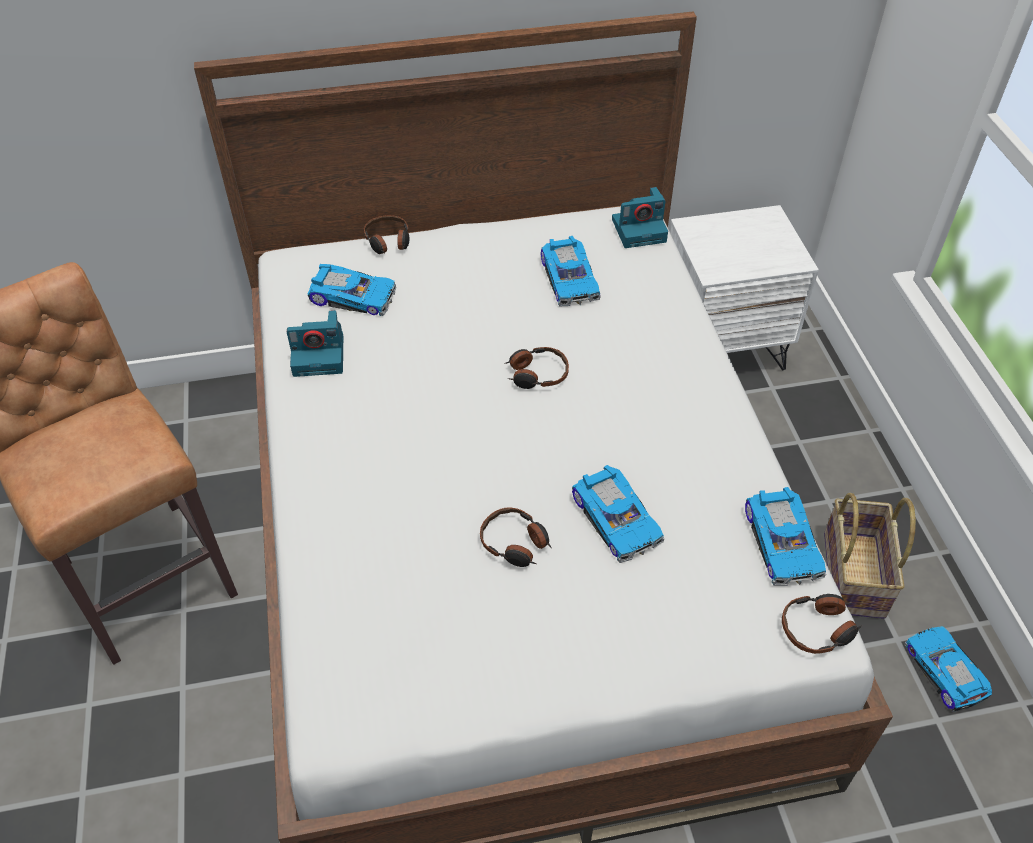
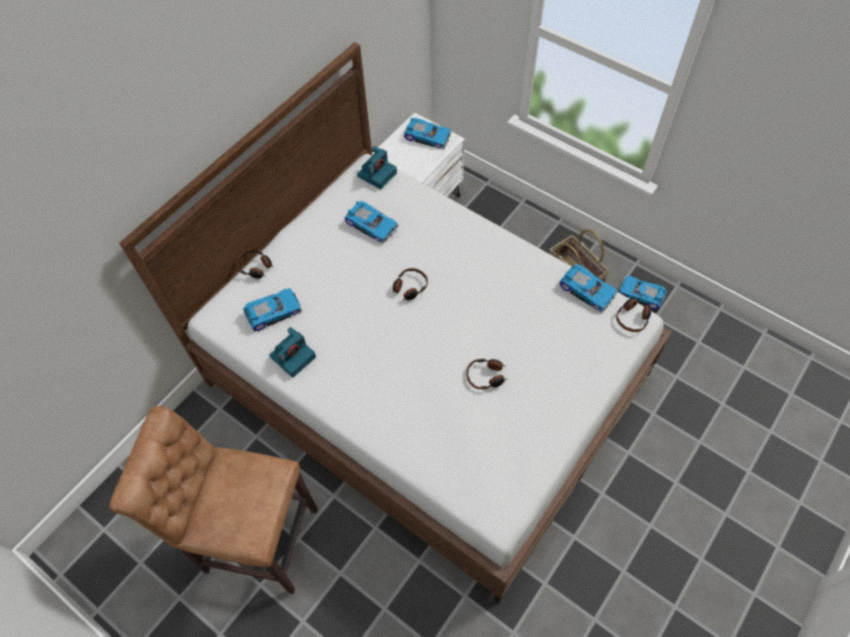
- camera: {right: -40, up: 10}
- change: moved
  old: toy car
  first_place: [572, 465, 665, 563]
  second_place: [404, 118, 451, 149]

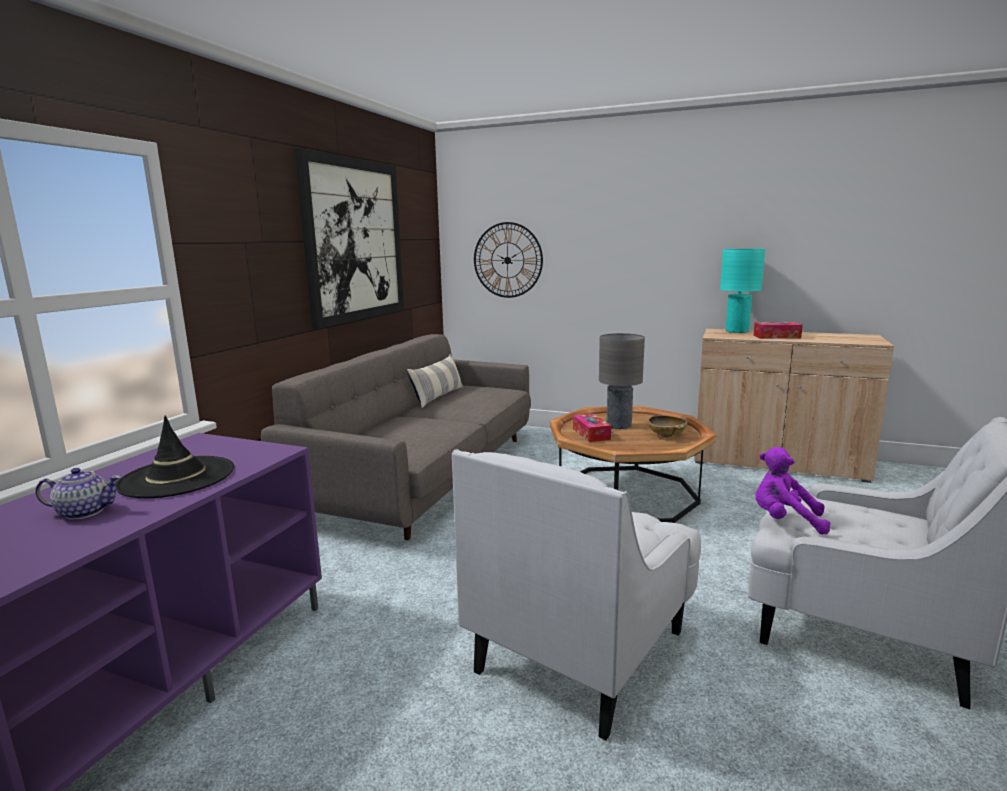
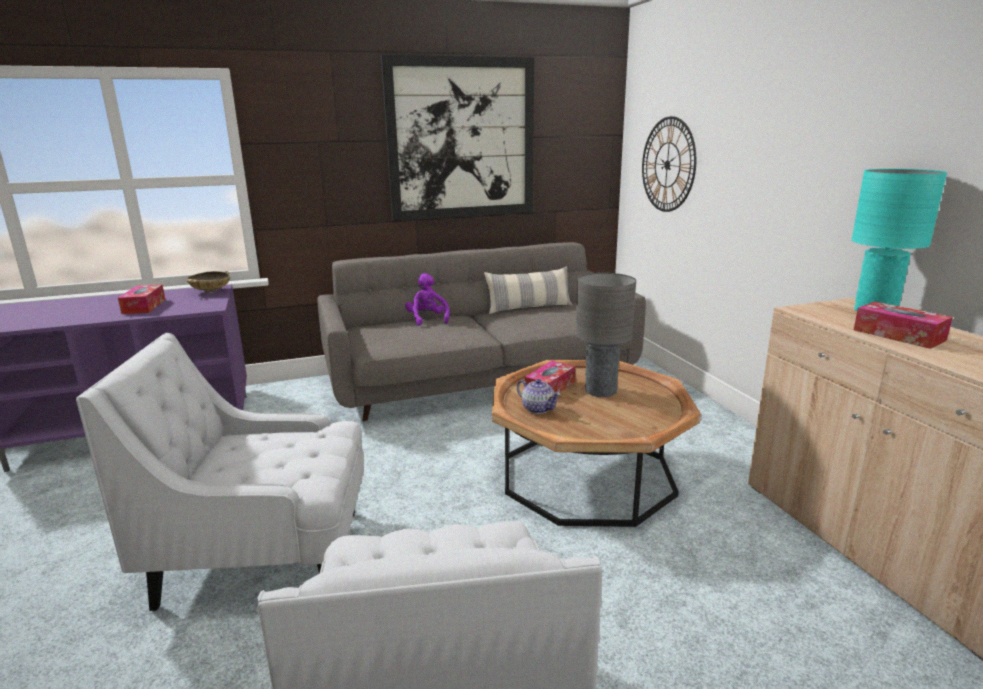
- camera: {right: 50, up: 5}
- change: replaced
  old: wearable hat in black-coloured
  new: box of tissues
  first_place: [116, 416, 234, 498]
  second_place: [118, 284, 166, 314]
- change: moved
  old: deep dish in sand-coloured
  first_place: [648, 414, 687, 437]
  second_place: [187, 271, 230, 293]
- change: moved
  old: soft toy in purple
  first_place: [756, 447, 831, 534]
  second_place: [405, 273, 449, 326]
- change: moved
  old: tea pot
  first_place: [35, 468, 121, 520]
  second_place: [517, 379, 561, 414]

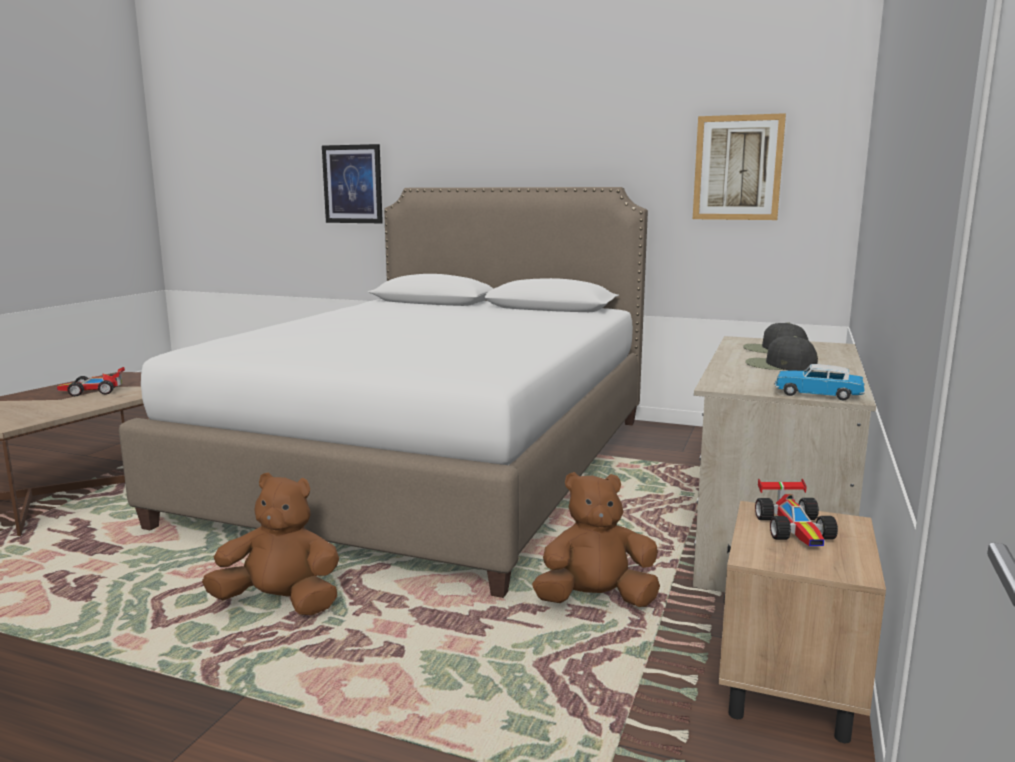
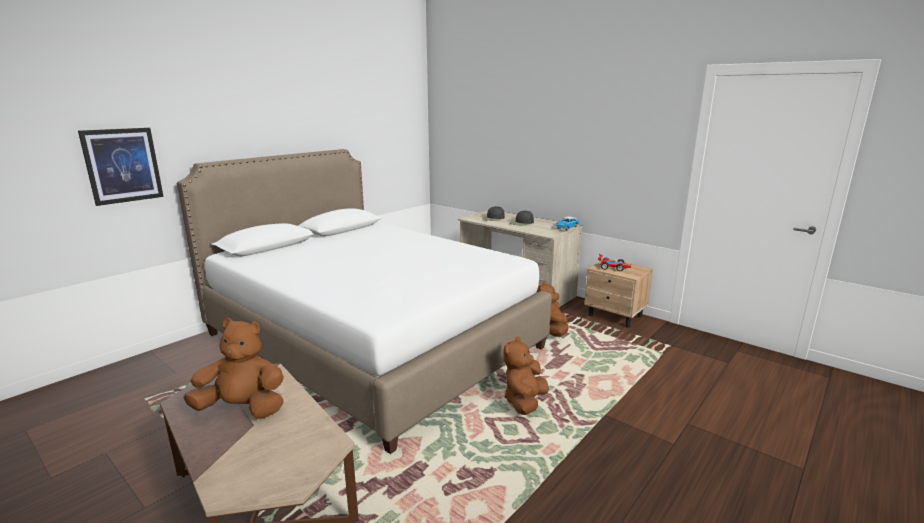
- camera: {right: -70, up: 5}
- change: replaced
  old: toy car
  new: soft toy in brownish
  first_place: [57, 367, 125, 396]
  second_place: [183, 318, 284, 418]
- change: removed
  old: picture
  first_place: [693, 113, 786, 220]

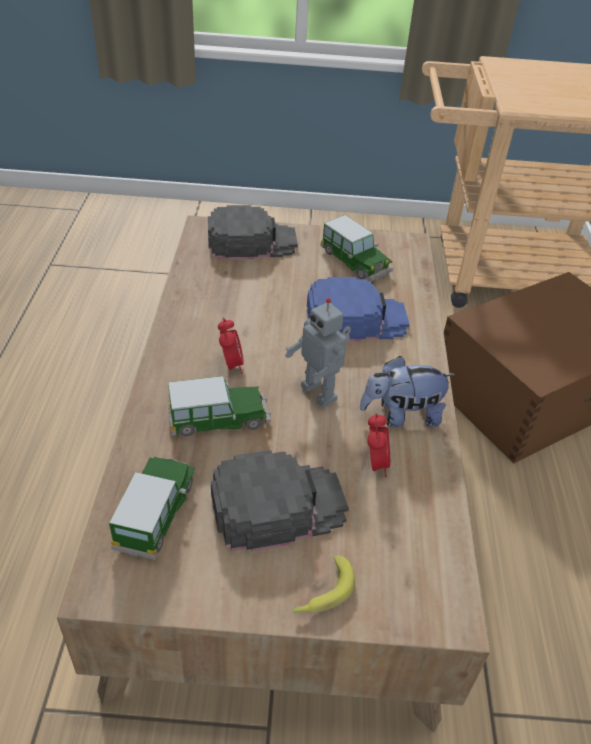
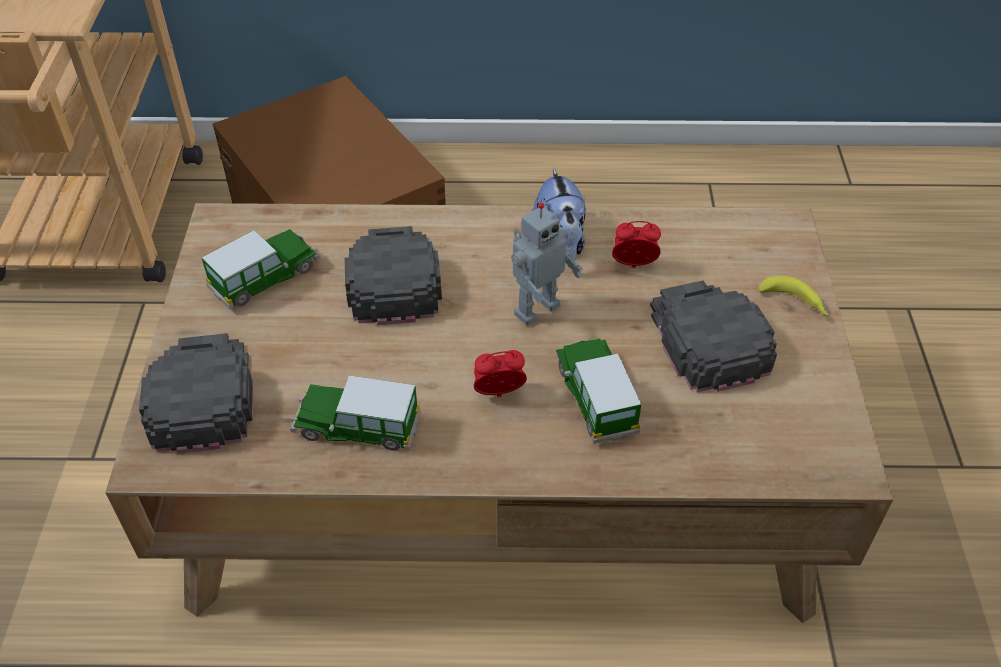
- camera: {right: -90, up: 5}
- change: moved
  old: toy car
  first_place: [109, 457, 195, 560]
  second_place: [290, 375, 421, 451]
- change: recoloured
  old: baseball cap in blue-coloured
  new: baseball cap in black-coloured
  first_place: [307, 277, 410, 342]
  second_place: [345, 226, 442, 325]

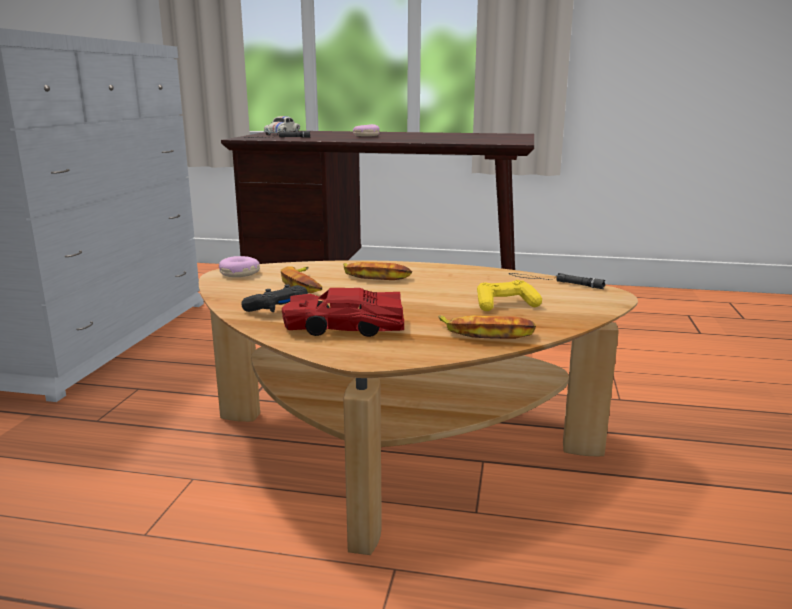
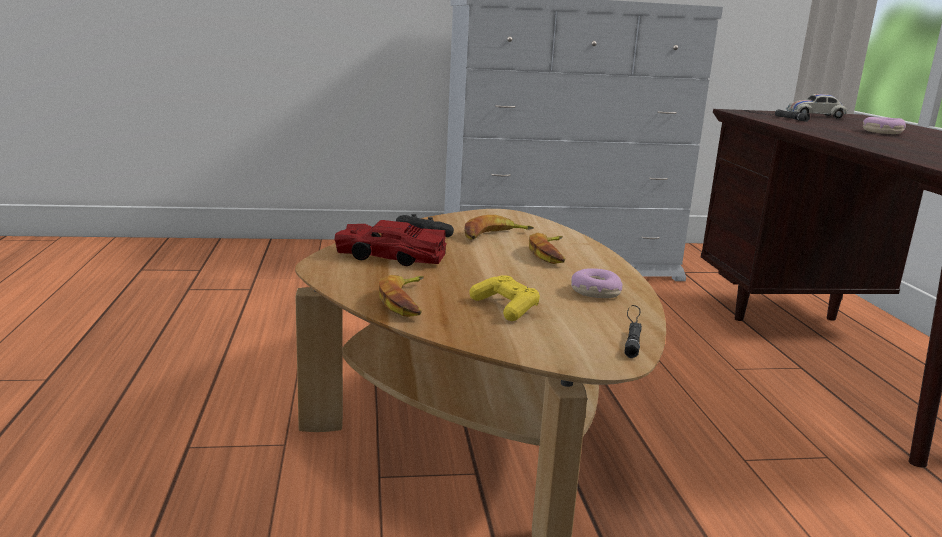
- camera: {right: 70, up: 0}
- change: turned
  old: toy car in red-coloured
  first_place: [282, 288, 404, 337]
  second_place: [335, 220, 447, 266]
  degrees: -60
- change: moved
  old: donut
  first_place: [219, 256, 260, 277]
  second_place: [571, 268, 622, 298]

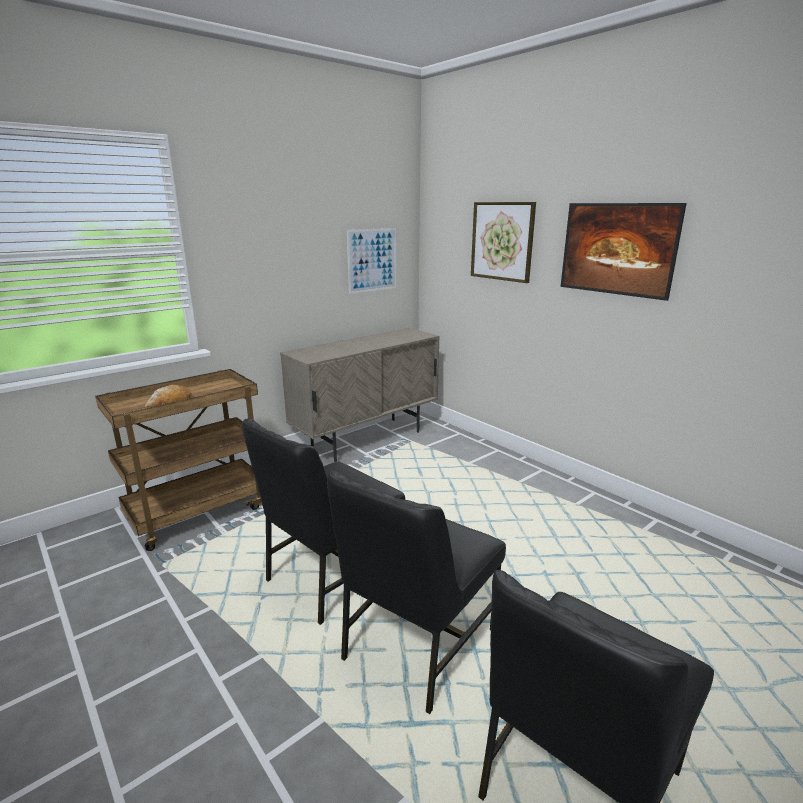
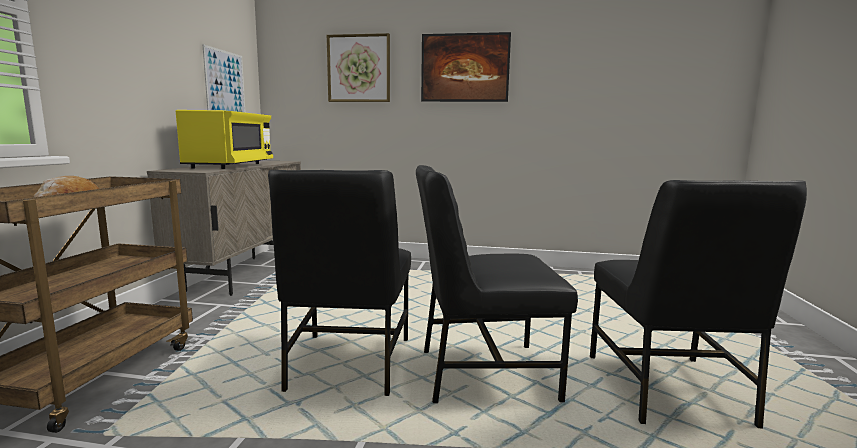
- camera: {right: -40, up: -10}
- change: added
  new: microwave oven in yellowish
  second_place: [176, 110, 273, 169]
- change: turned
  old: plain chair in black-coloured
  first_place: [327, 471, 506, 714]
  second_place: [416, 165, 578, 403]
  degrees: 90

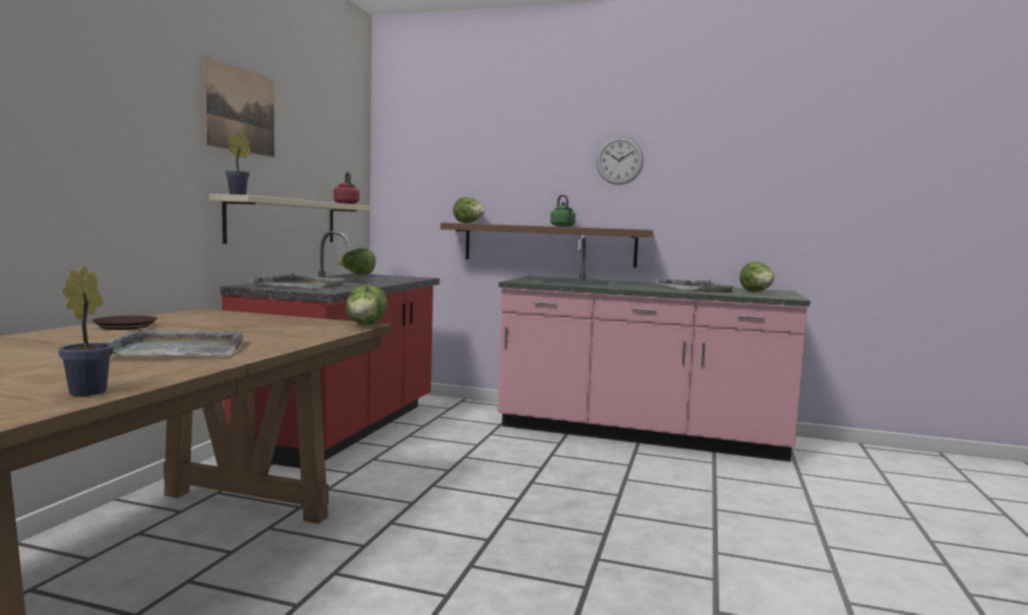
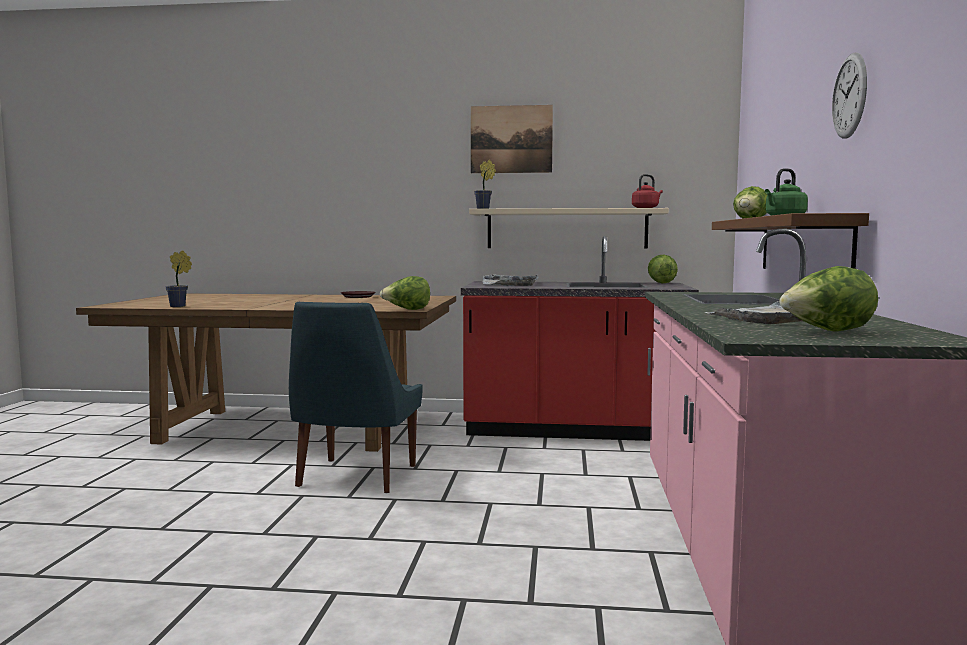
- camera: {right: 80, up: 0}
- change: added
  new: plain chair in blue-coloured
  second_place: [289, 302, 423, 493]
- change: removed
  old: tray in gray
  first_place: [103, 328, 246, 356]

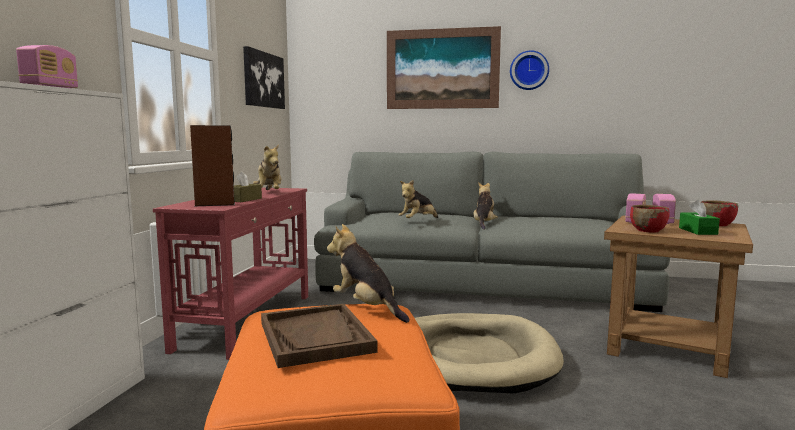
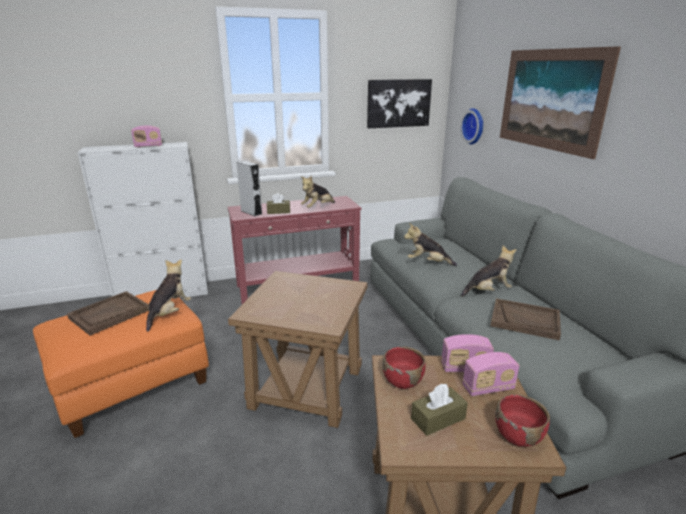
- camera: {right: 60, up: 15}
- change: replaced
  old: dog bed in sand-coloured
  new: side table in brownish
  first_place: [415, 313, 564, 393]
  second_place: [228, 271, 368, 428]
- change: recoloured
  old: loudspeaker in brownish
  new: loudspeaker in gray
  first_place: [190, 125, 235, 207]
  second_place: [236, 161, 262, 216]
- change: recoloured
  old: box of tissues in green-coloured
  new: box of tissues in brownish
  first_place: [679, 199, 720, 235]
  second_place: [411, 384, 468, 436]
- change: moved
  old: clock on the wall
  first_place: [510, 50, 549, 90]
  second_place: [460, 108, 483, 144]
- change: added
  new: tray in brownish
  second_place: [490, 298, 561, 340]

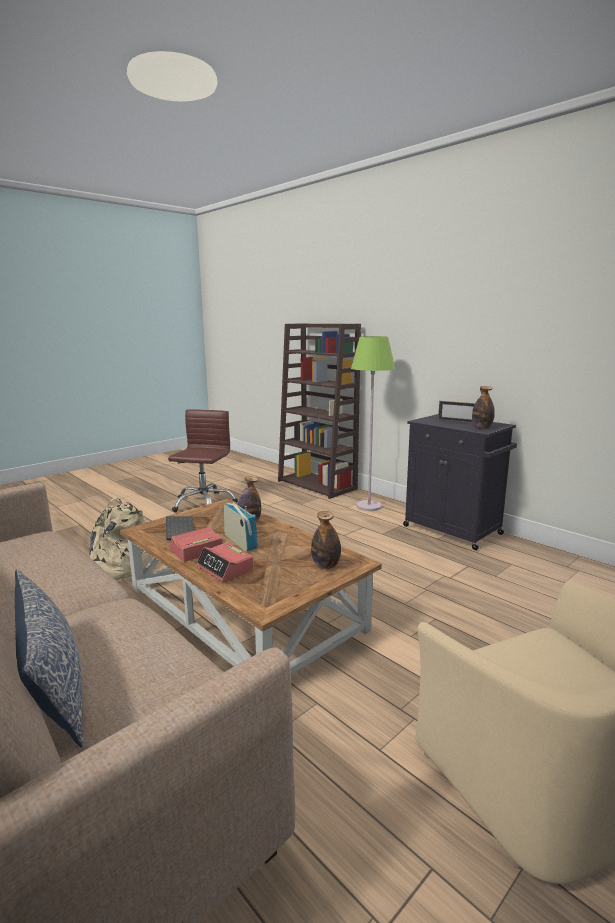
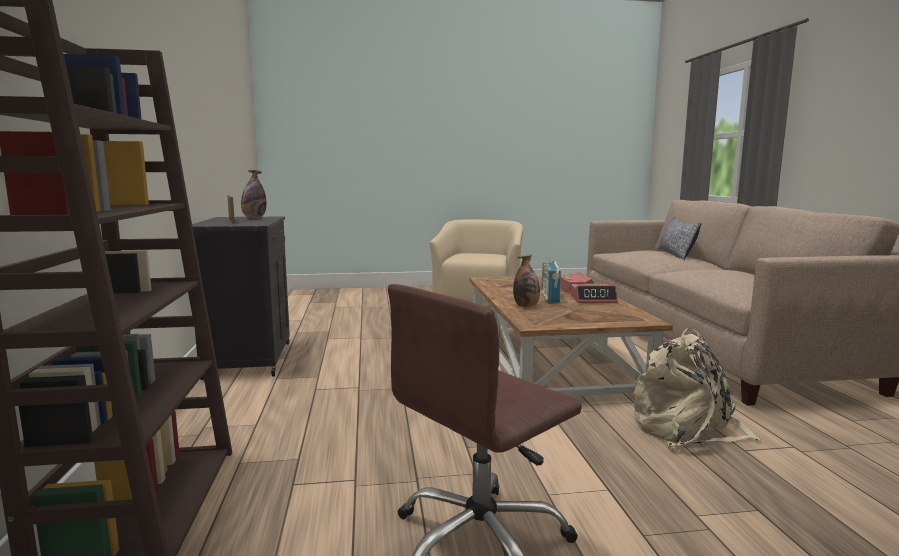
- camera: {right: -145, up: -5}
- change: removed
  old: computer keyboard
  first_place: [166, 516, 195, 540]
- change: removed
  old: bottle
  first_place: [311, 511, 341, 569]
- change: removed
  old: floor lamp in green-coloured
  first_place: [351, 336, 395, 511]

